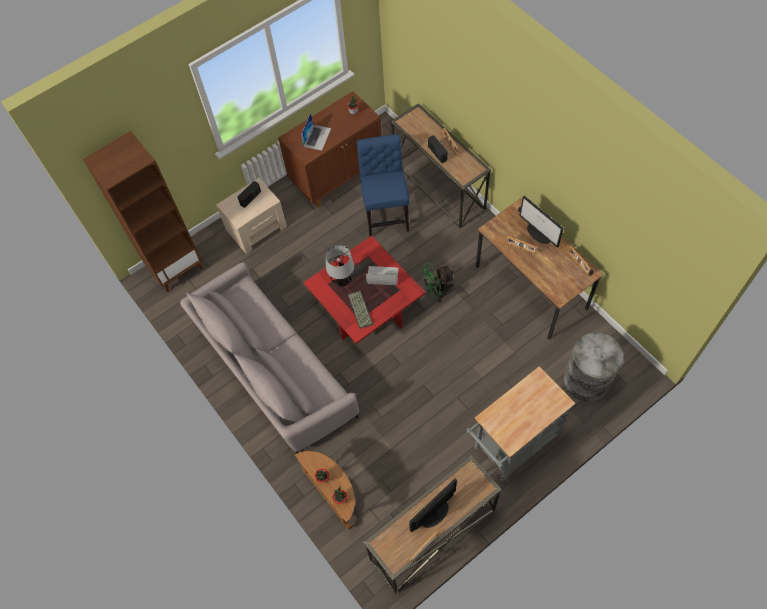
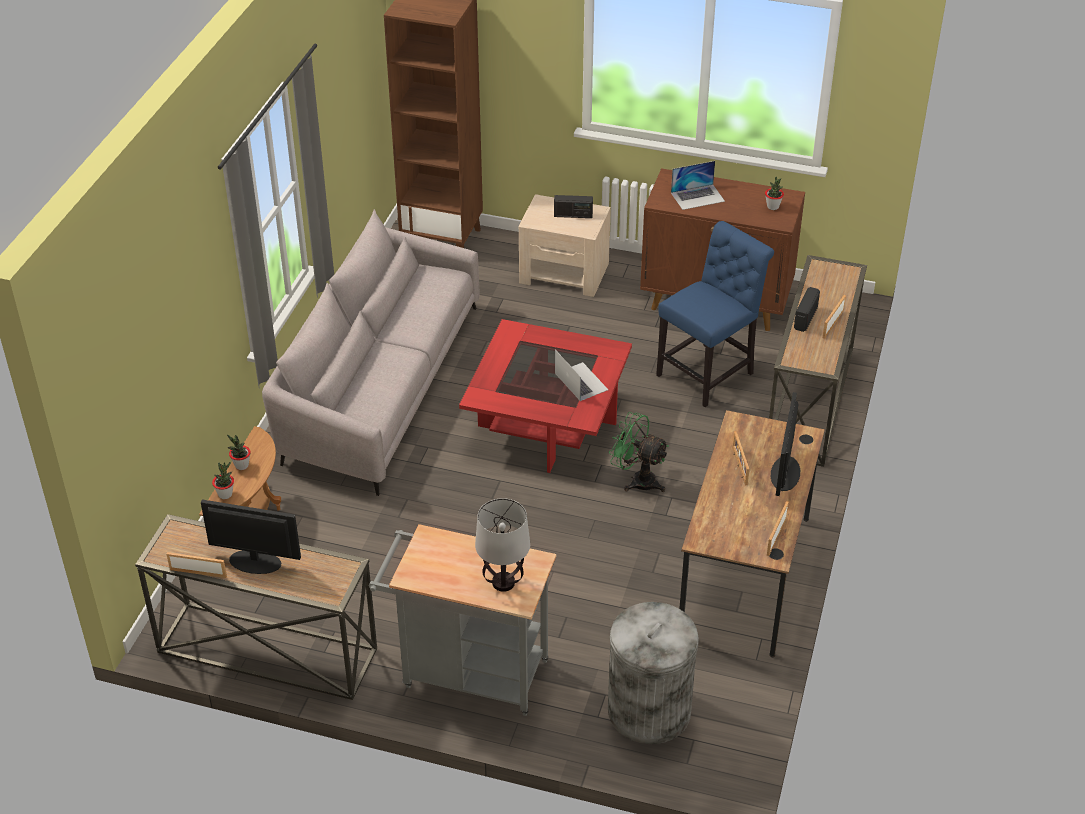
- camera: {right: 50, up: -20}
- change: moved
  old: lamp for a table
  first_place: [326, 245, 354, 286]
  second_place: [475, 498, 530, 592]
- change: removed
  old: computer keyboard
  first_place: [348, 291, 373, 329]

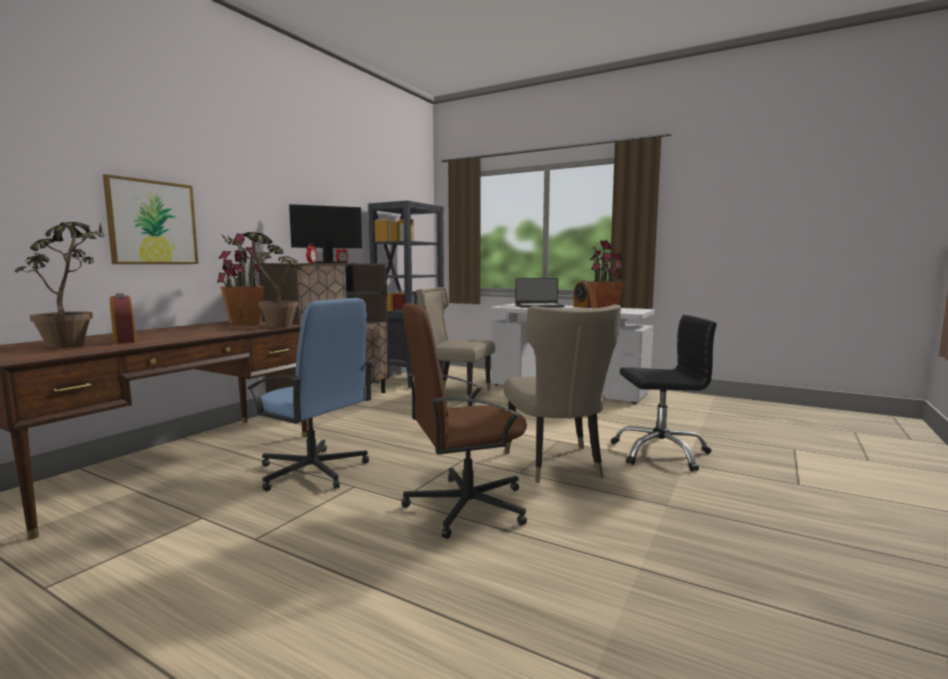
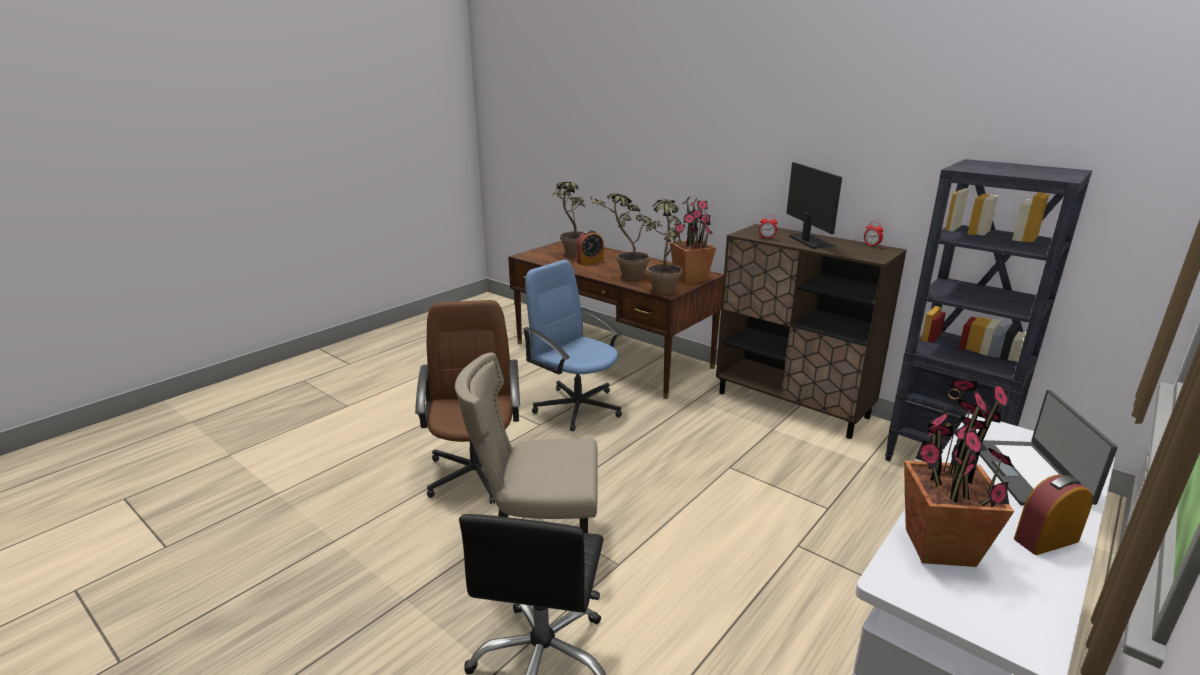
- camera: {right: 100, up: 15}
- change: turned
  old: desk chair in blue-coloured
  first_place: [247, 298, 373, 491]
  second_place: [523, 260, 622, 431]
  degrees: 90
- change: added
  new: potted plant
  second_place: [588, 193, 656, 280]
- change: removed
  old: picture
  first_place: [103, 174, 198, 264]
- change: removed
  old: plain chair in sand-coloured
  first_place: [416, 287, 495, 404]

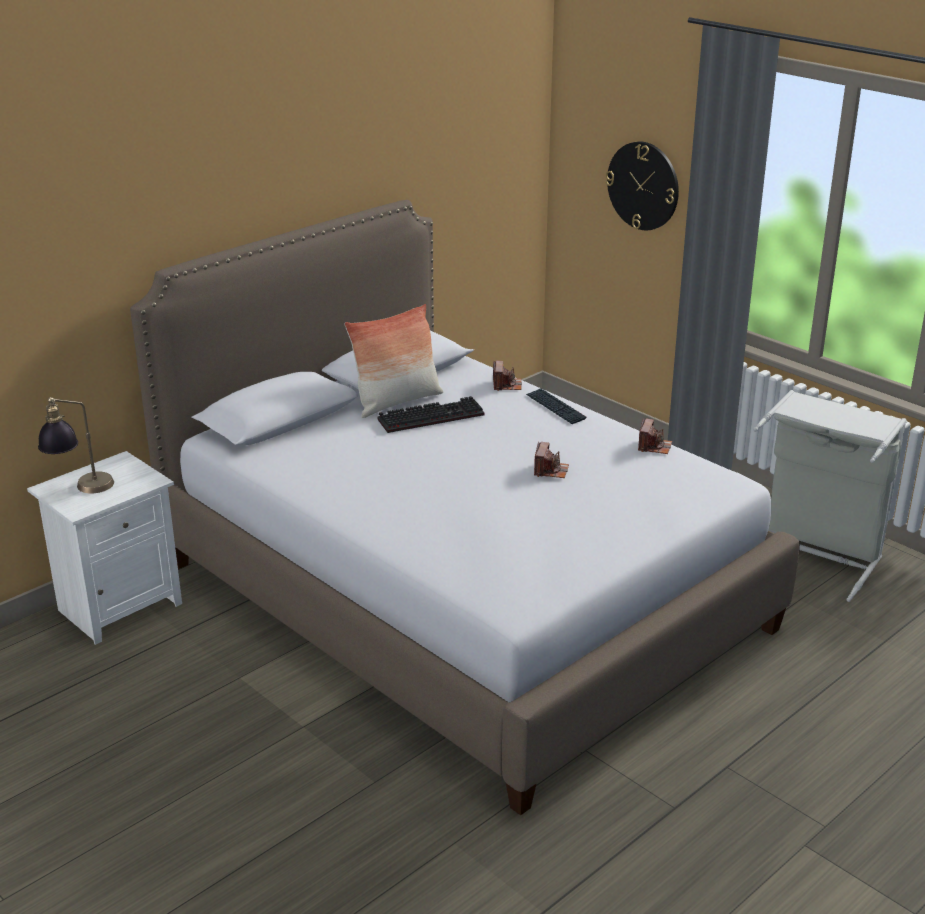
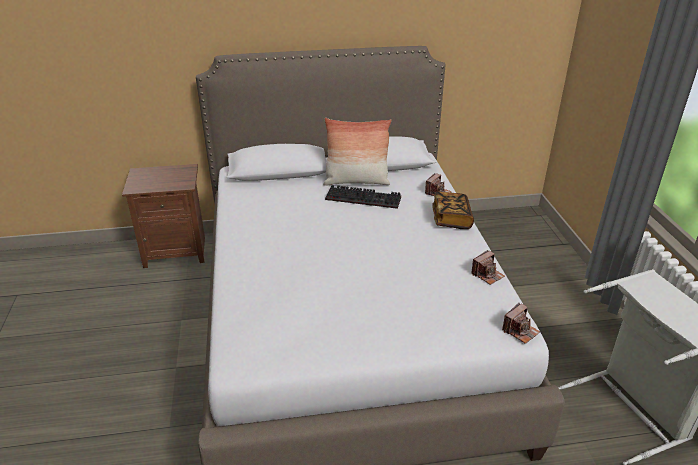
- camera: {right: 35, up: 5}
- change: recoloured
  old: bedside table in white-coloured
  new: bedside table in brownish
  first_place: [27, 451, 182, 645]
  second_place: [122, 164, 205, 268]
- change: replaced
  old: computer keyboard
  new: bound book
  first_place: [526, 389, 586, 424]
  second_place: [432, 192, 474, 229]
- change: moved
  old: still camera
  first_place: [534, 442, 569, 478]
  second_place: [502, 303, 540, 344]
- change: removed
  old: lamp for a table
  first_place: [38, 397, 114, 494]
- change: removed
  old: clock on the wall
  first_place: [606, 141, 679, 230]

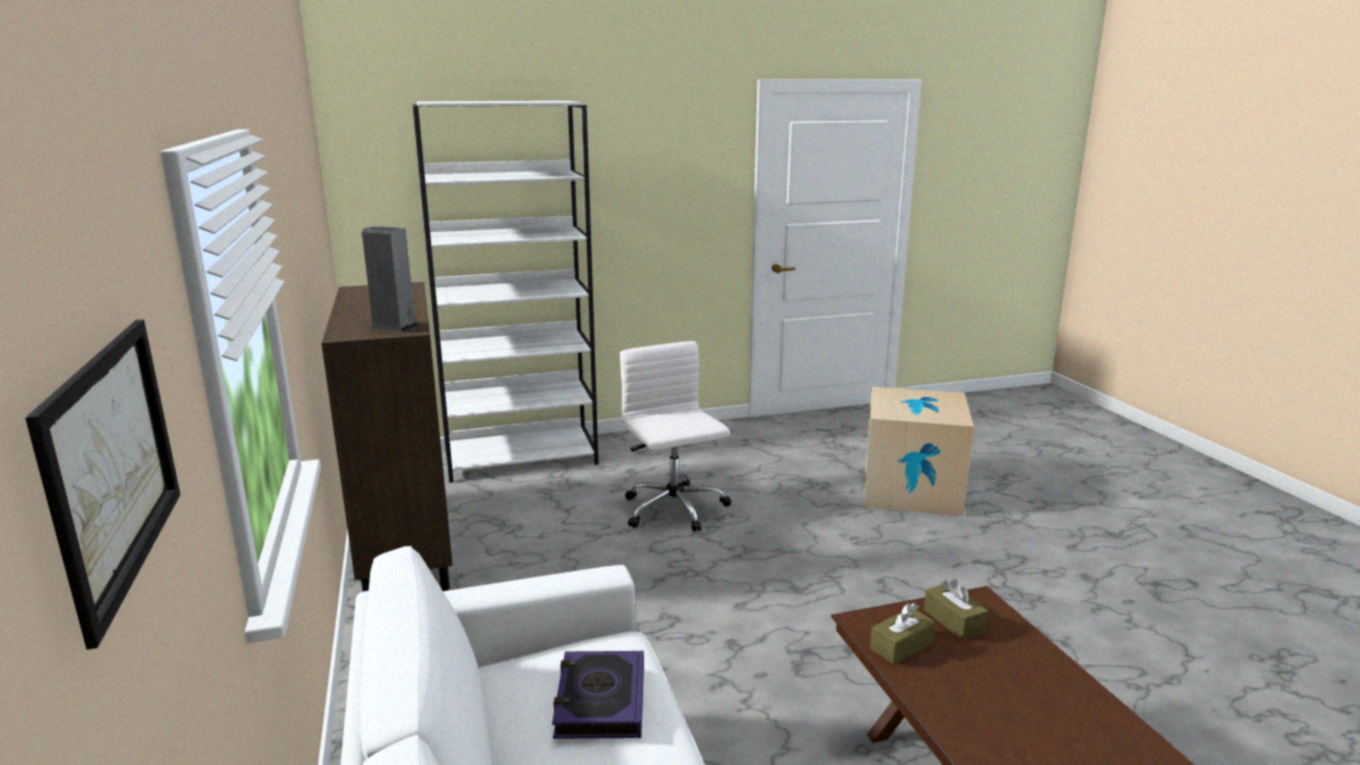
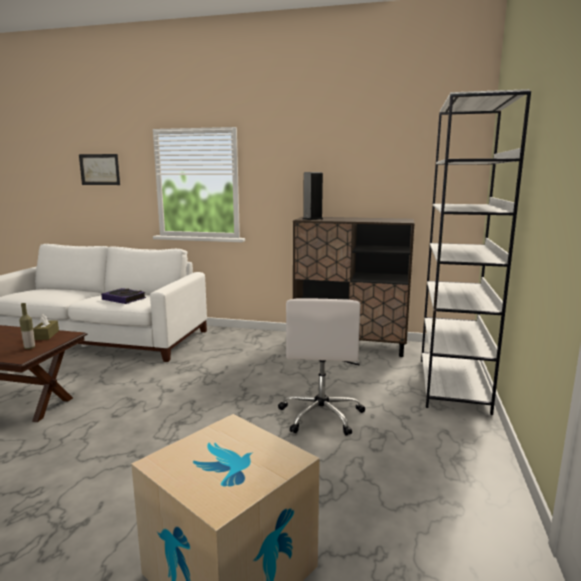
- camera: {right: 120, up: -5}
- change: replaced
  old: box of tissues in brownish
  new: bottle
  first_place: [924, 579, 989, 640]
  second_place: [19, 303, 35, 349]
- change: turned
  old: desk chair in white-coloured
  first_place: [620, 341, 731, 532]
  second_place: [278, 298, 365, 436]
  degrees: 90

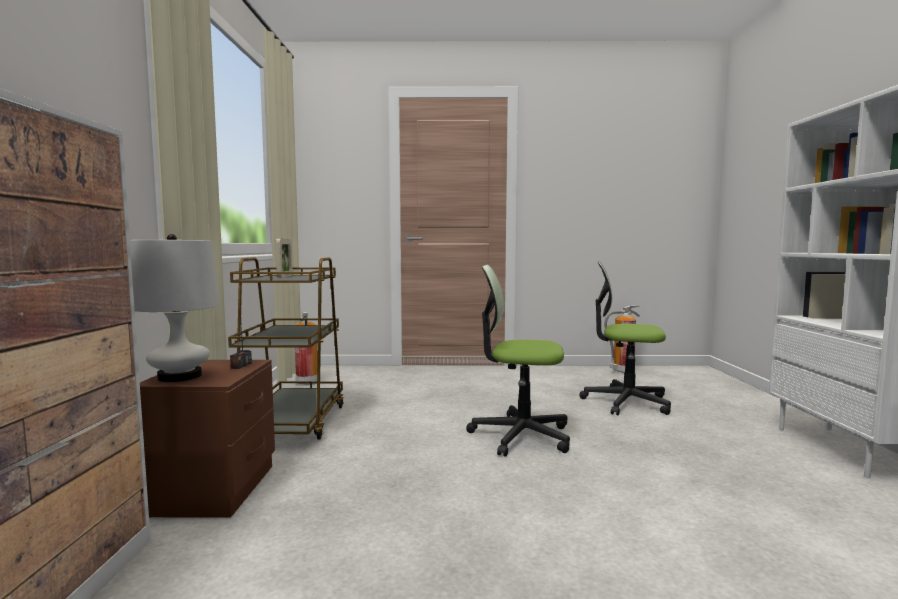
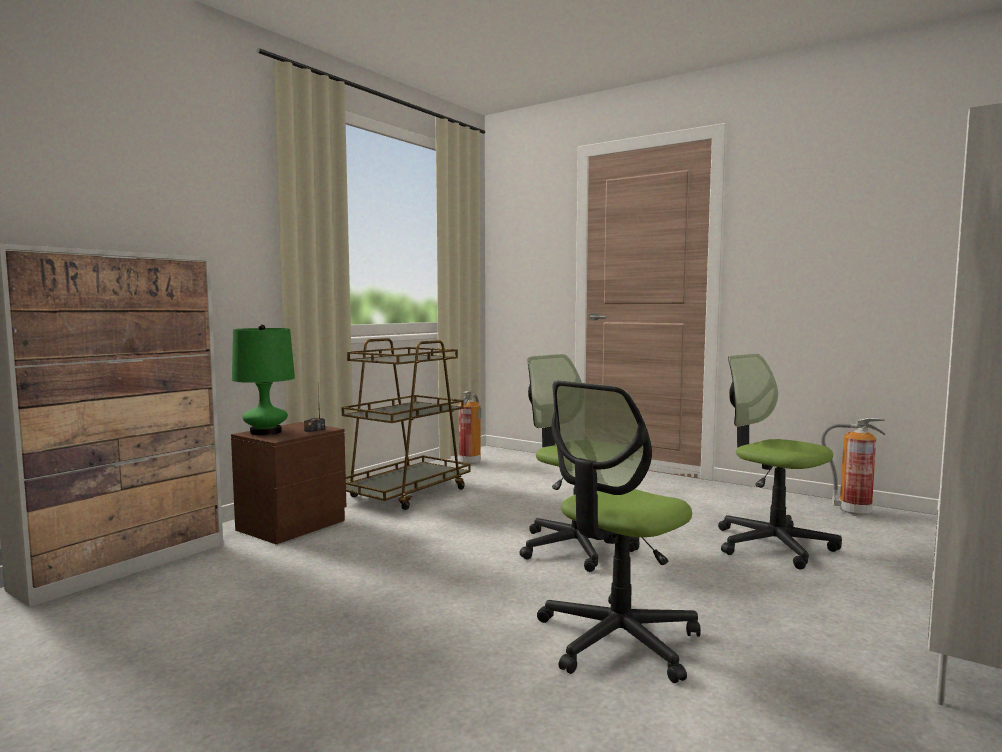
- camera: {right: 35, up: 0}
- change: recoloured
  old: lamp for a table in white-coloured
  new: lamp for a table in green-coloured
  first_place: [130, 234, 219, 382]
  second_place: [232, 324, 295, 435]
- change: added
  new: desk chair
  second_place: [537, 380, 701, 683]
- change: removed
  old: picture frame
  first_place: [276, 239, 293, 277]

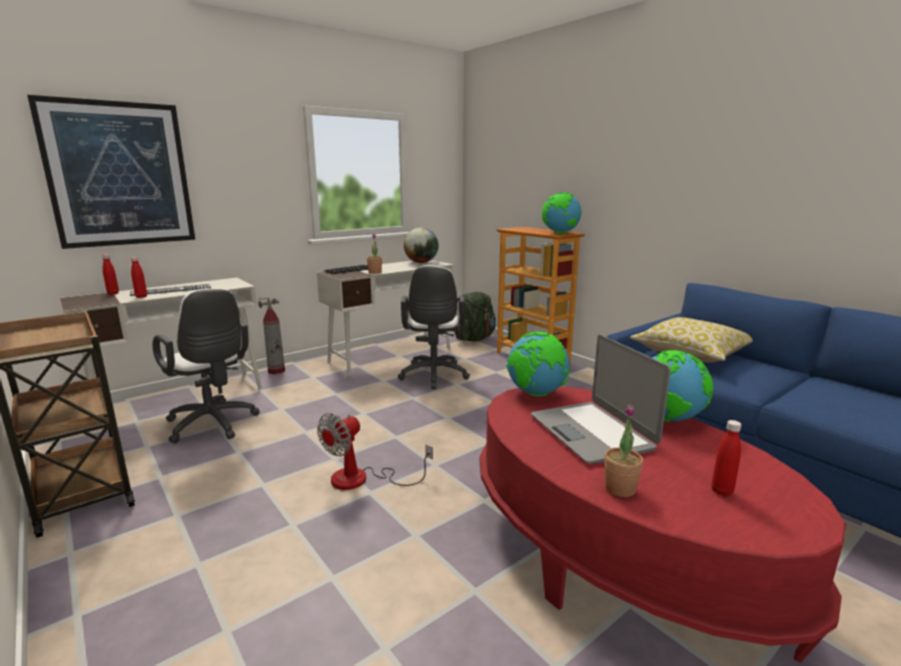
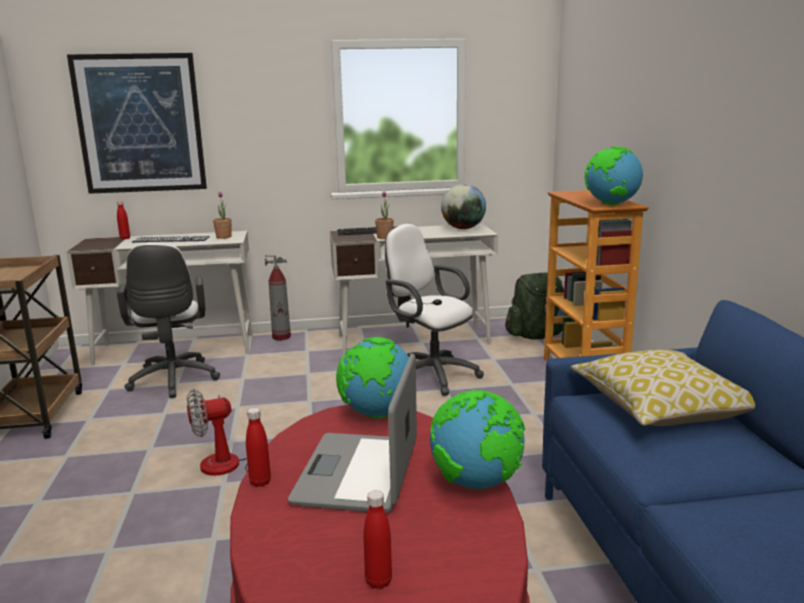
- camera: {right: 30, up: 0}
- change: moved
  old: potted plant
  first_place: [604, 405, 643, 497]
  second_place: [213, 192, 232, 239]
- change: moved
  old: bottle in red-coloured
  first_place: [131, 257, 147, 298]
  second_place: [246, 408, 271, 487]
- change: turned
  old: desk chair in white-coloured
  first_place: [398, 265, 470, 389]
  second_place: [385, 224, 484, 396]
  degrees: 105

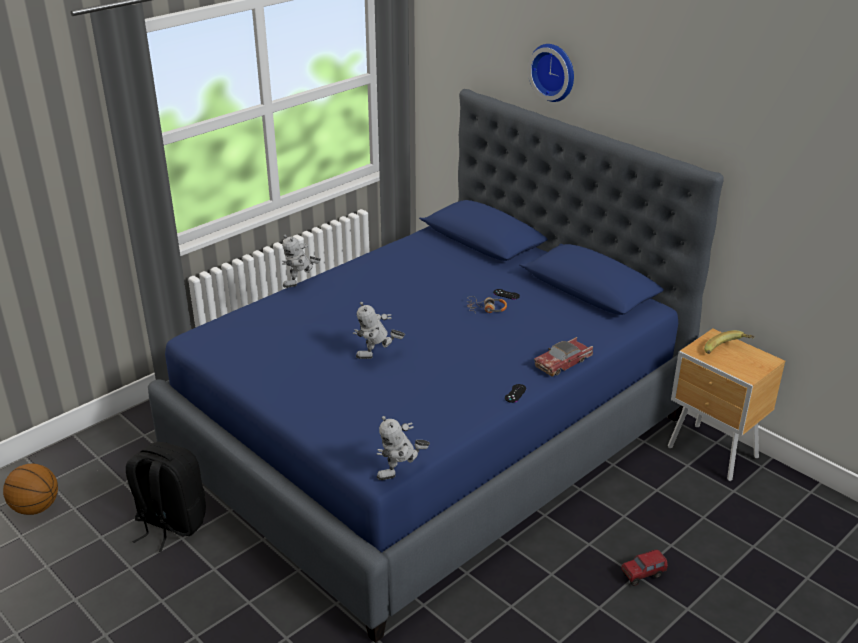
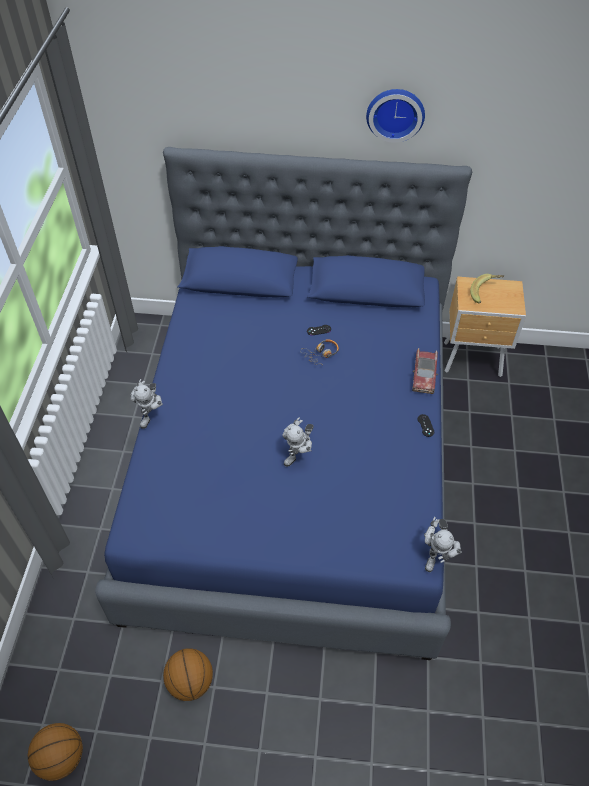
- camera: {right: -40, up: 20}
- change: replaced
  old: backpack in black-coloured
  new: ball for basketball
  first_place: [126, 442, 206, 552]
  second_place: [163, 648, 213, 701]
- change: moved
  old: clock on the wall
  first_place: [528, 44, 574, 102]
  second_place: [366, 89, 425, 143]
- change: removed
  old: toy lorry
  first_place: [621, 550, 668, 586]

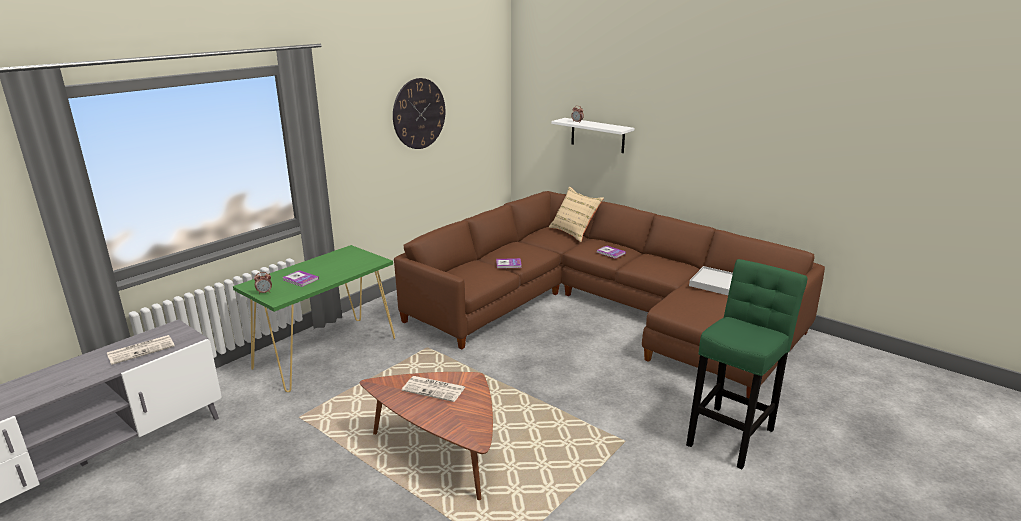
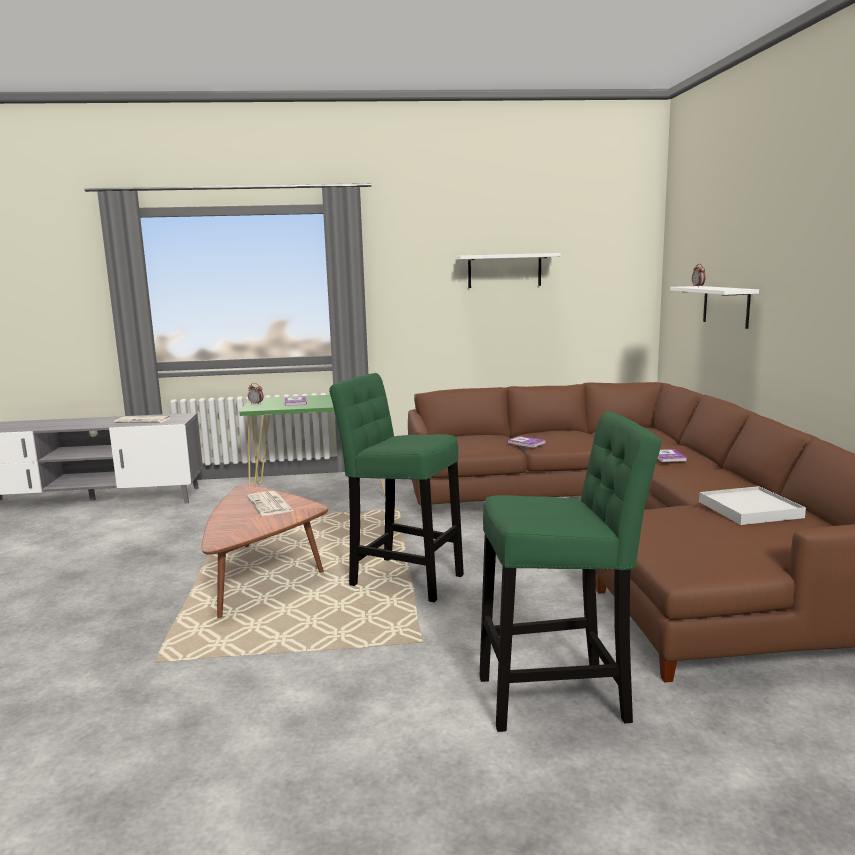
- camera: {right: 45, up: -10}
- change: added
  new: stool in green-coloured
  second_place: [329, 373, 464, 602]
- change: replaced
  old: clock on the wall
  new: wall shelf in white-coloured
  first_place: [393, 78, 445, 149]
  second_place: [456, 253, 560, 288]
- change: removed
  old: pillow in sand-coloured
  first_place: [549, 186, 604, 242]

